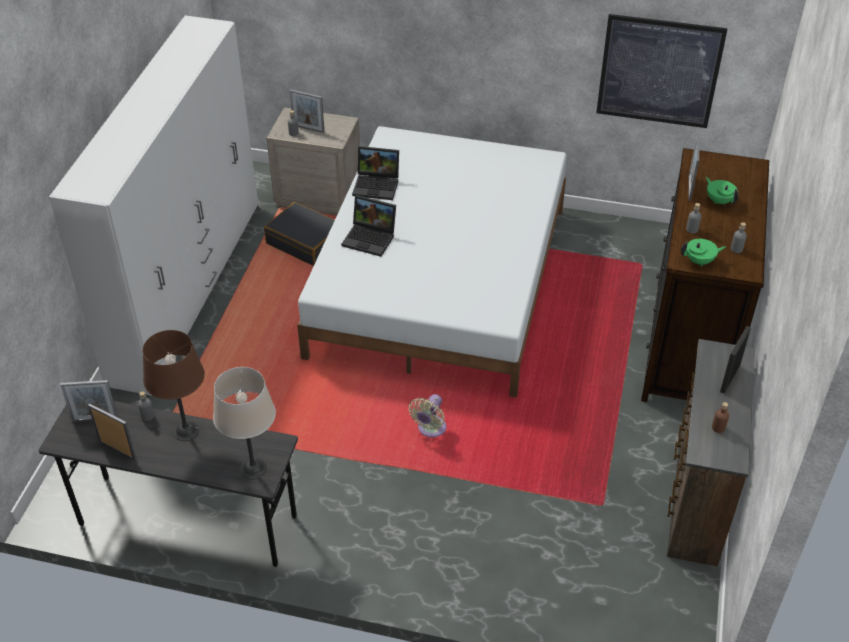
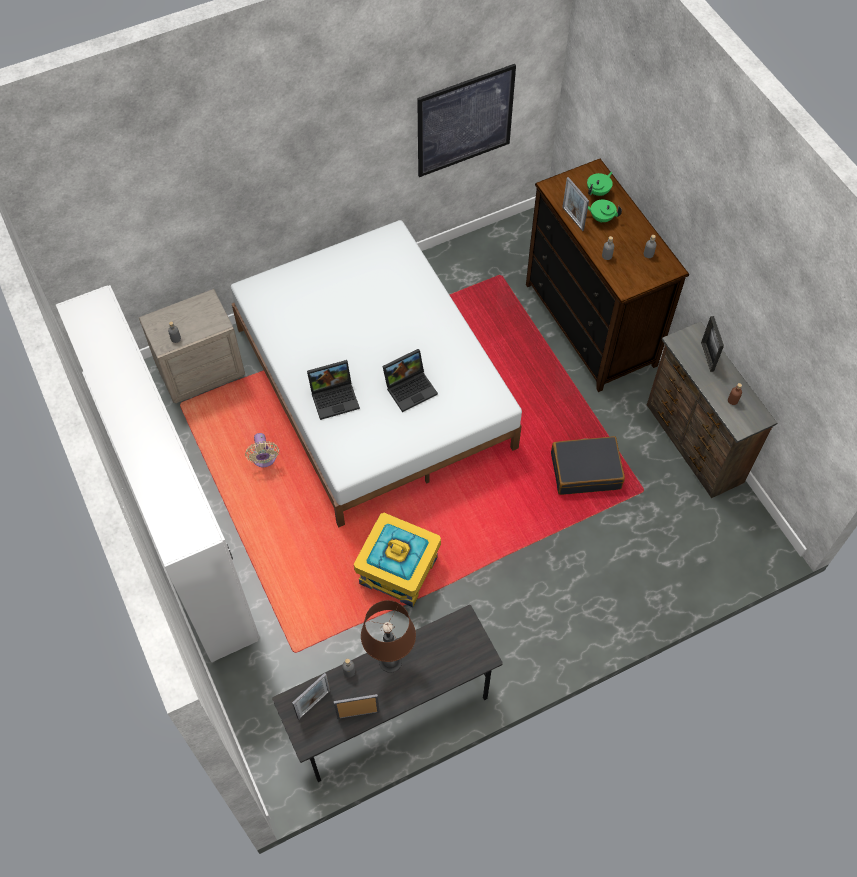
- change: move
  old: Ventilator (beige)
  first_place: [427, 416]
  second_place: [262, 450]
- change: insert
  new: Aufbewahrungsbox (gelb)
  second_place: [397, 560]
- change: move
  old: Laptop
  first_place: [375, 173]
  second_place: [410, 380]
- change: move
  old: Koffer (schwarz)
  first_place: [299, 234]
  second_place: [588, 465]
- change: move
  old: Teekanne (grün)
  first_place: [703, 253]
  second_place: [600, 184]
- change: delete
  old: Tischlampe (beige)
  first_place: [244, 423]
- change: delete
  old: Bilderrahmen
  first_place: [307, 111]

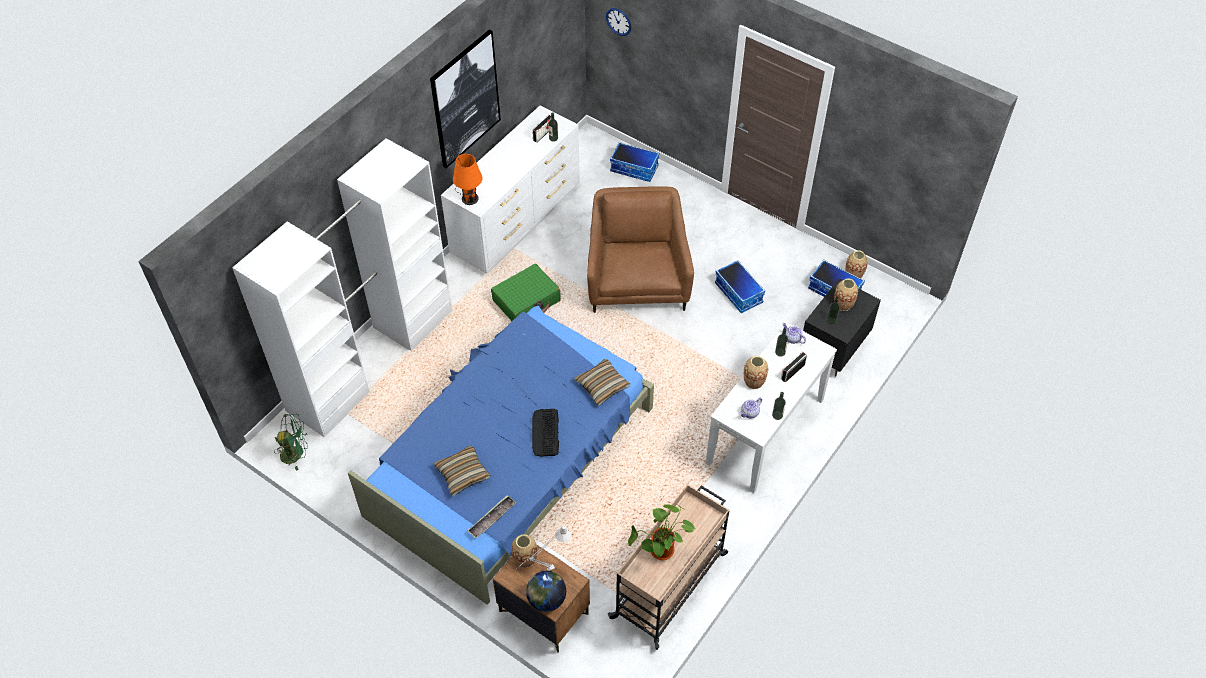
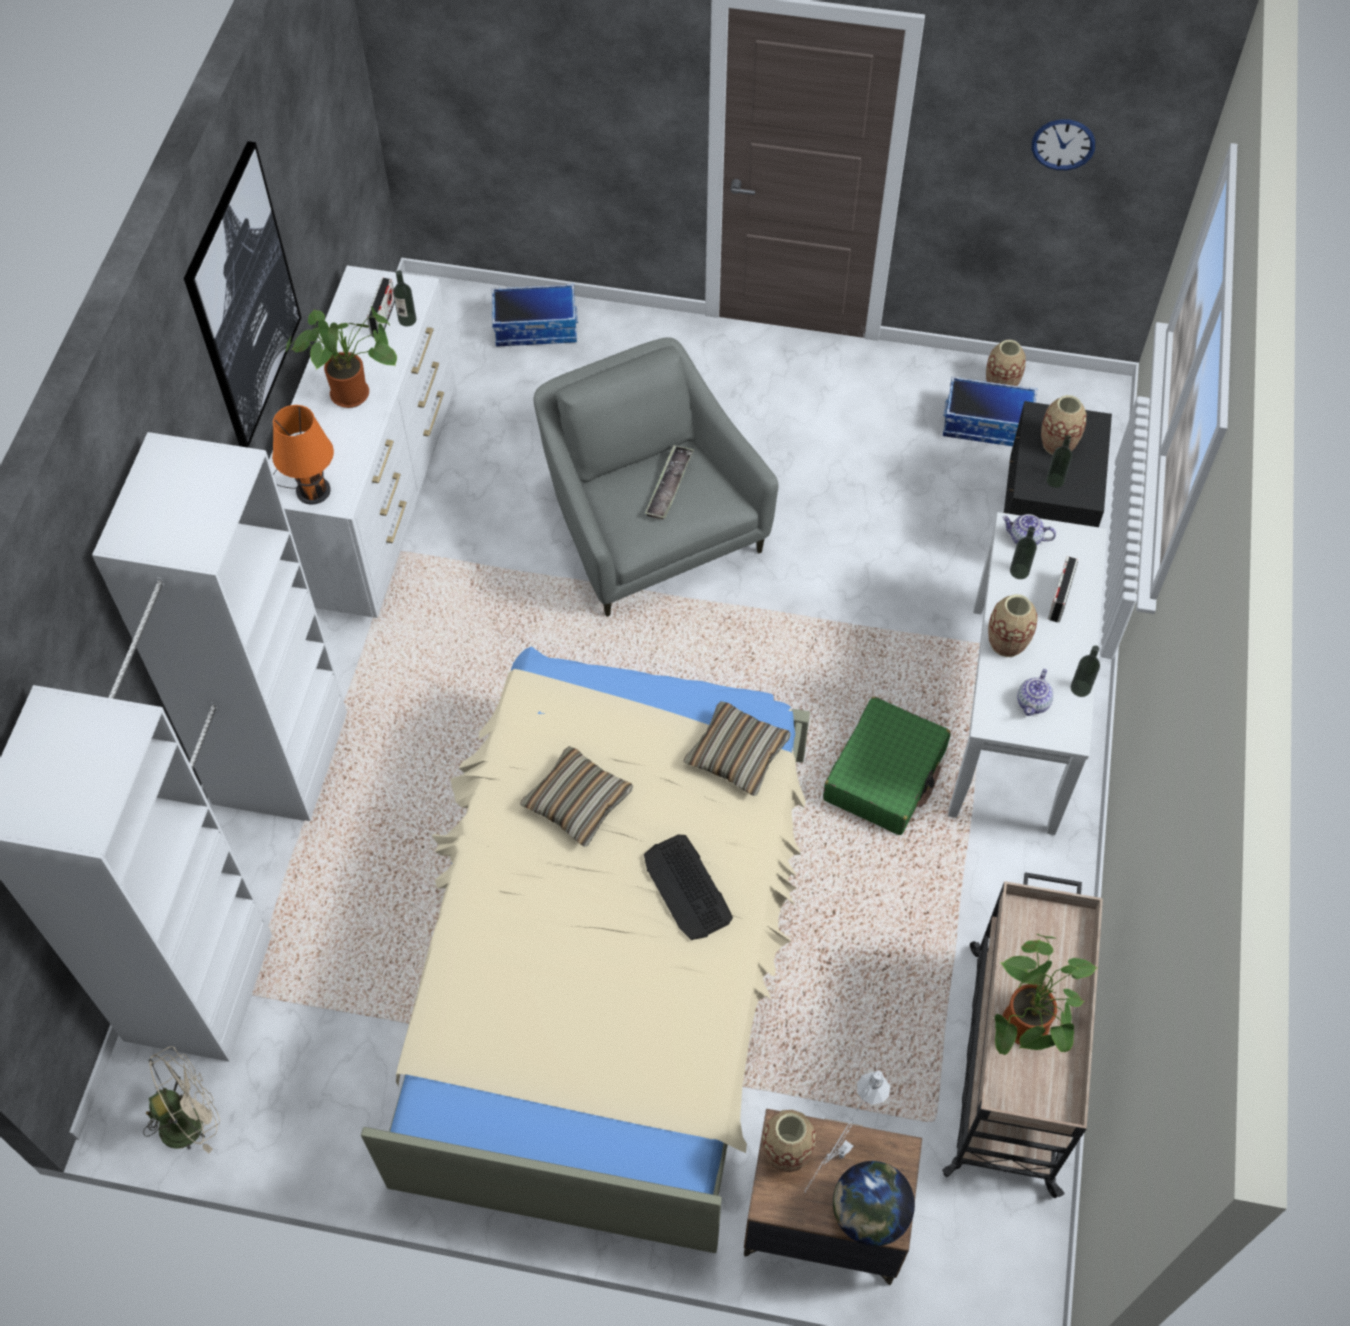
- change: recolor
  old: Ventilator (grün)
  new: Ventilator (beige)
  first_place: [291, 442]
  second_place: [181, 1099]
- change: insert
  new: Topfpflanze
  second_place: [341, 357]
- change: recolor
  old: Bett (blau)
  new: Bett (beige)
  first_place: [501, 455]
  second_place: [585, 949]
- change: move
  old: Kissen
  first_place: [462, 470]
  second_place: [576, 796]
- change: recolor
  old: Sessel (braun)
  new: Sessel (grau)
  first_place: [640, 249]
  second_place: [656, 477]
- change: move
  old: Tablett
  first_place: [491, 516]
  second_place: [669, 482]
- change: move
  old: Koffer (grün)
  first_place: [526, 292]
  second_place: [886, 766]
- change: move
  old: Wanduhr
  first_place: [618, 22]
  second_place: [1063, 144]
- change: delete
  old: Aufbewahrungsbox
  first_place: [740, 286]

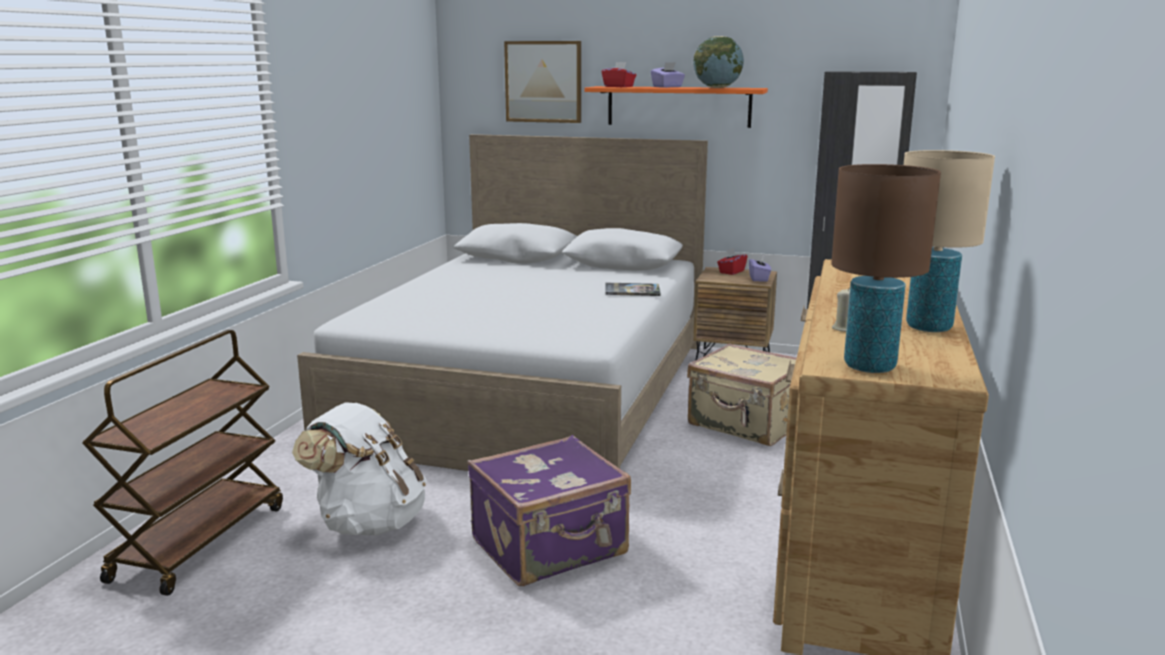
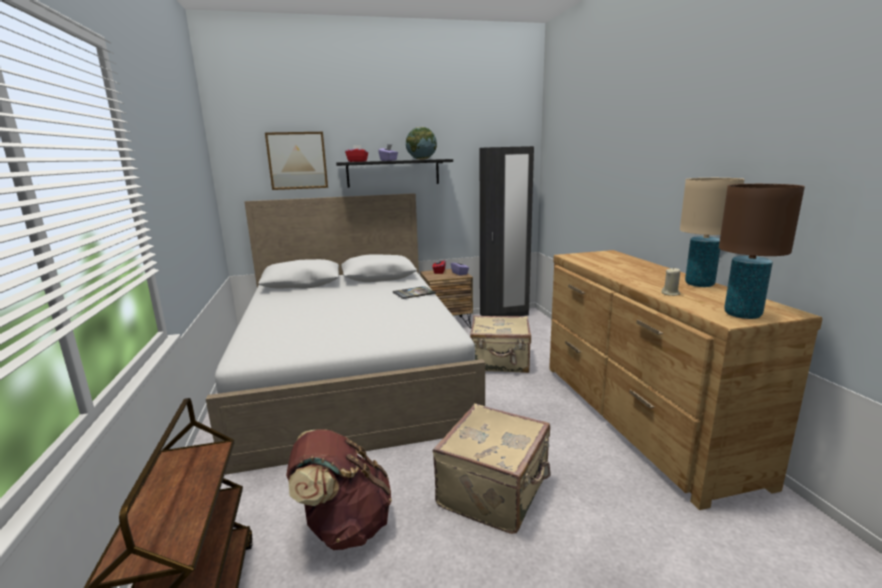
- change: recolor
  old: Rucksack (weiß)
  new: Rucksack (braun)
  first_place: [359, 468]
  second_place: [339, 489]
- change: recolor
  old: Wandregal (orange)
  new: Wandregal (schwarz)
  first_place: [676, 107]
  second_place: [394, 173]
- change: recolor
  old: Koffer (lila)
  new: Koffer (beige)
  first_place: [549, 510]
  second_place: [491, 469]

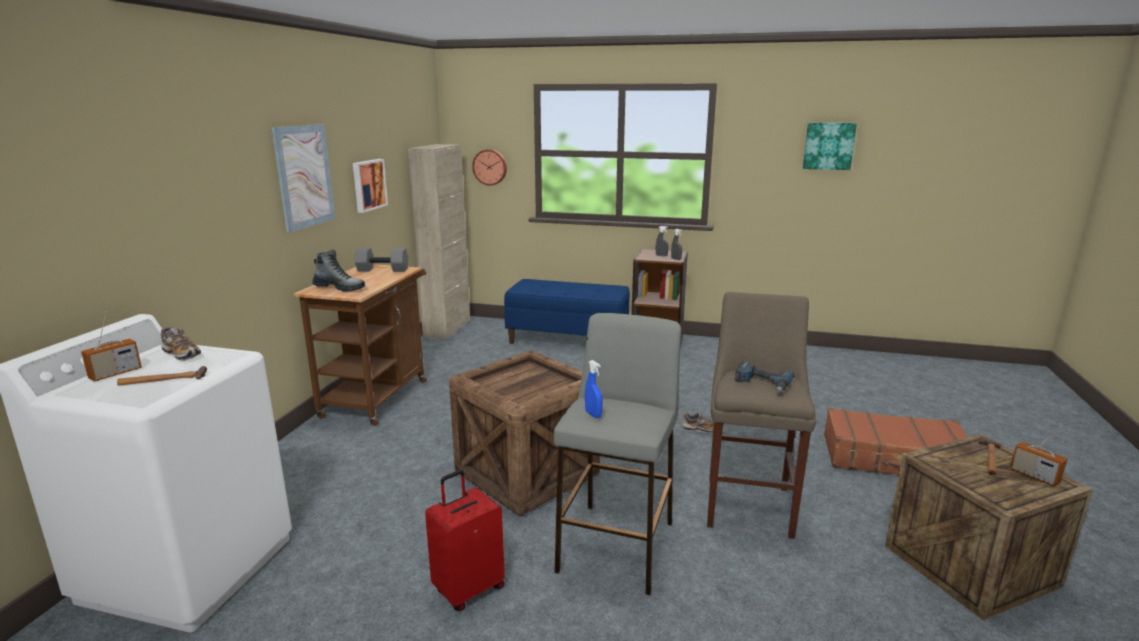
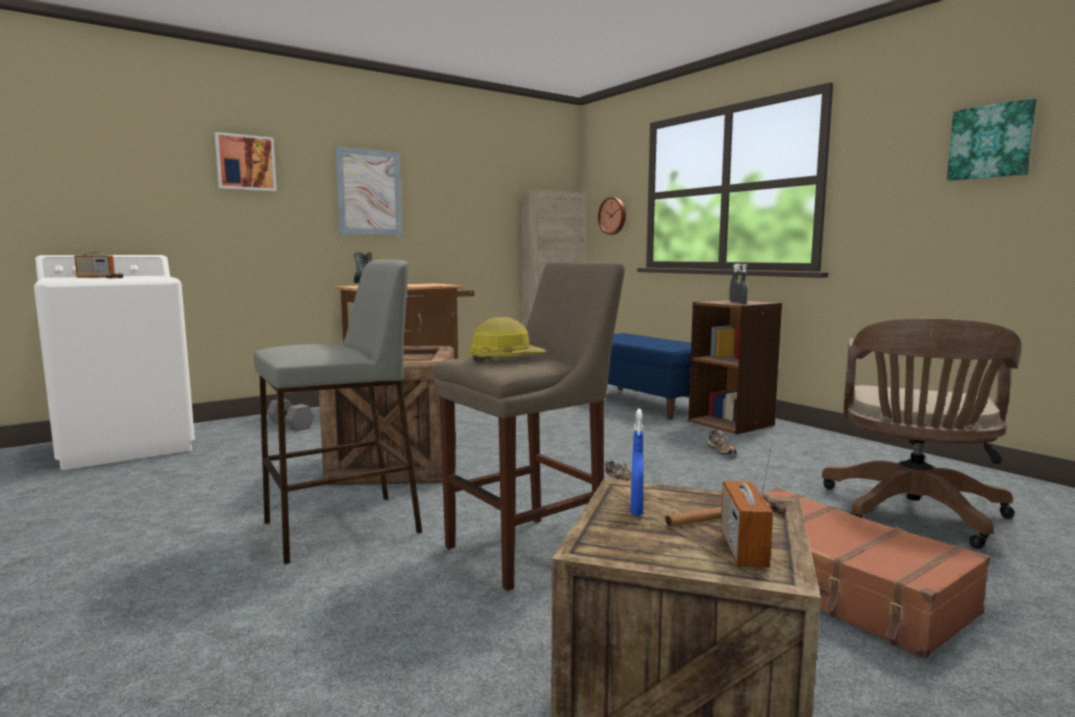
- change: move
  old: Bild
  first_place: [370, 186]
  second_place: [246, 161]
- change: move
  old: Hantel (grau)
  first_place: [381, 260]
  second_place: [291, 415]
- change: replace
  old: Bohrmaschine
  new: Schutzhelm
  first_place: [764, 377]
  second_place: [507, 339]
- change: move
  old: Sprühflasche (blau)
  first_place: [594, 389]
  second_place: [637, 462]
- change: move
  old: Schuh
  first_place: [181, 344]
  second_place: [722, 442]
- change: insert
  new: Bürostuhl (braun)
  second_place: [922, 433]
- change: delete
  old: Koffer (rot)
  first_place: [465, 540]

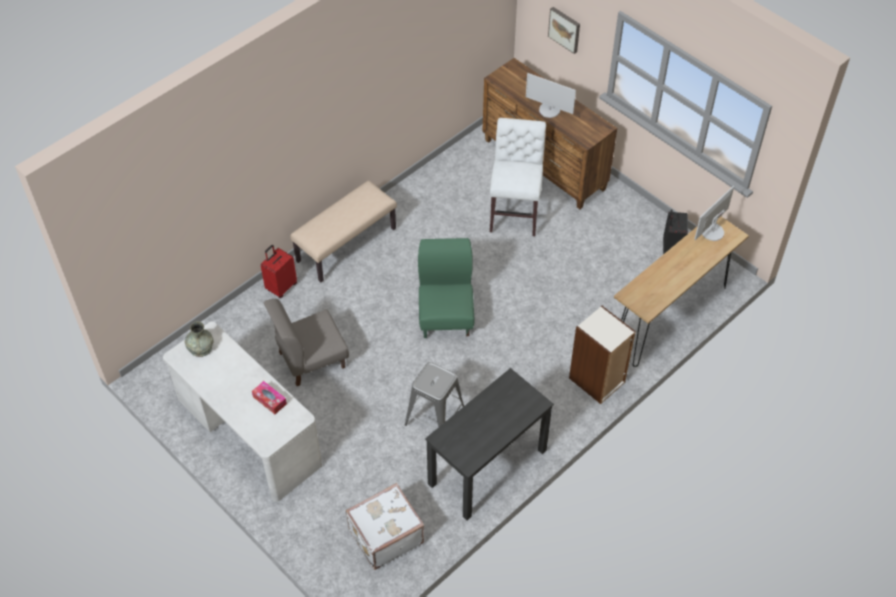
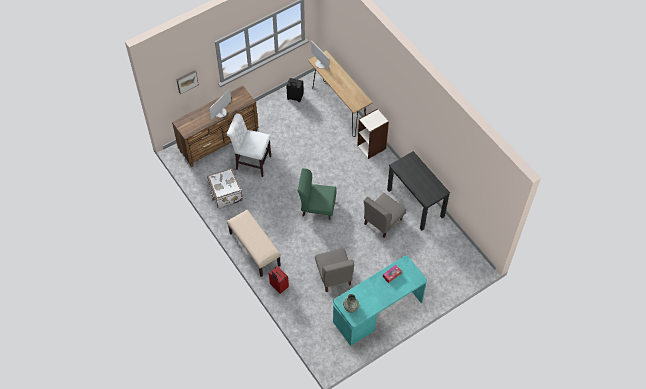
- change: move
  old: Koffer (weiß)
  first_place: [385, 526]
  second_place: [225, 188]
- change: recolor
  old: Schreibtisch (weiß)
  new: Schreibtisch (türkis)
  first_place: [242, 411]
  second_place: [380, 300]
- change: replace
  old: Hocker (grau)
  new: Stuhl (grau)
  first_place: [434, 395]
  second_place: [385, 215]

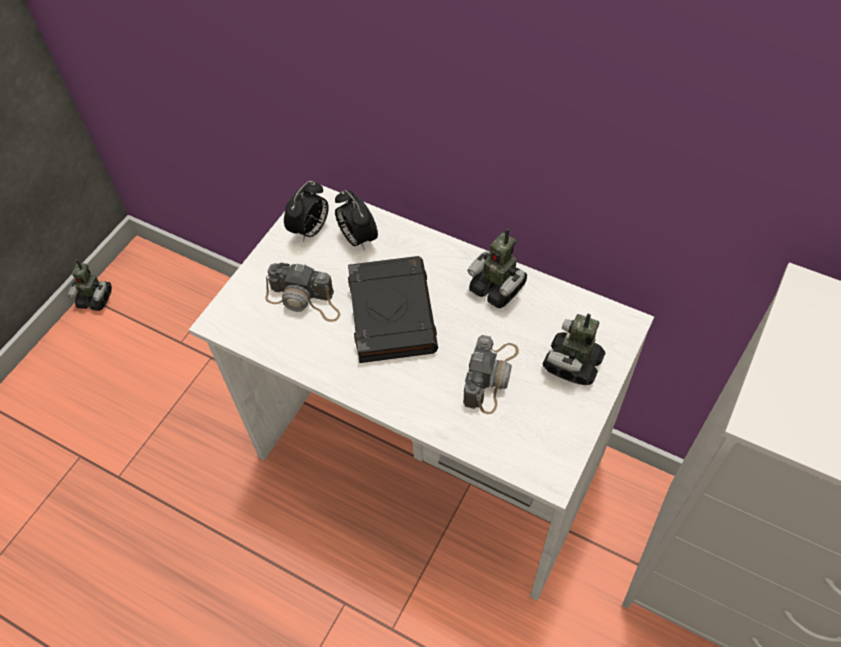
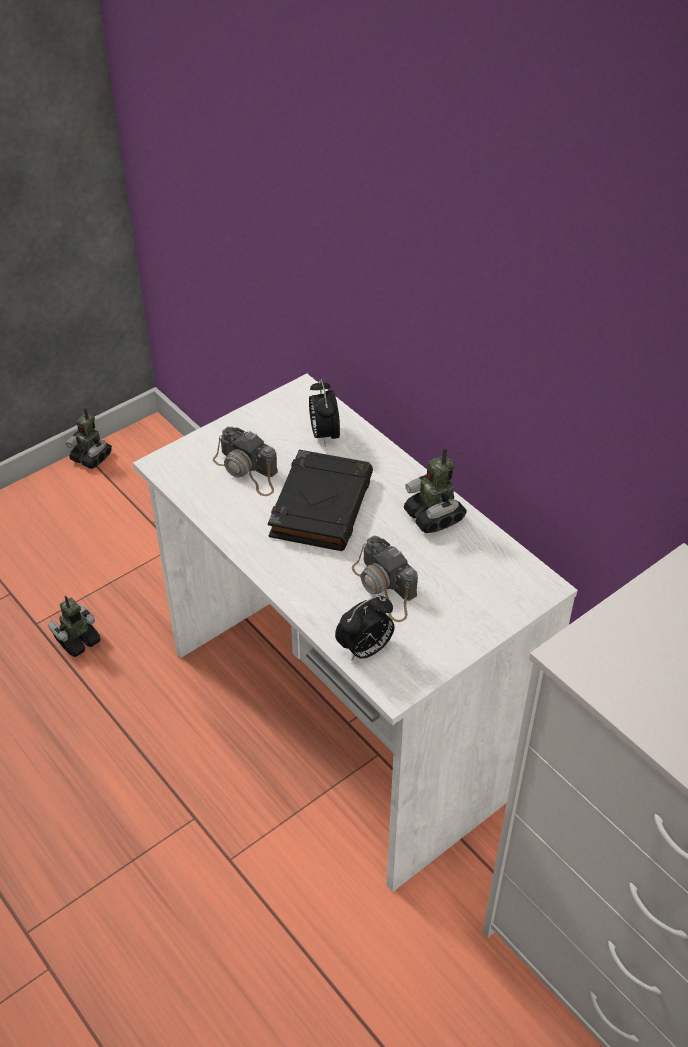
- change: move
  old: Spielzeugroboter
  first_place: [574, 349]
  second_place: [74, 626]
- change: move
  old: Wecker
  first_place: [306, 211]
  second_place: [364, 628]
- change: rotate
  old: Kamera
  first_place: [491, 374]
  second_place: [385, 579]
  degrees: 105

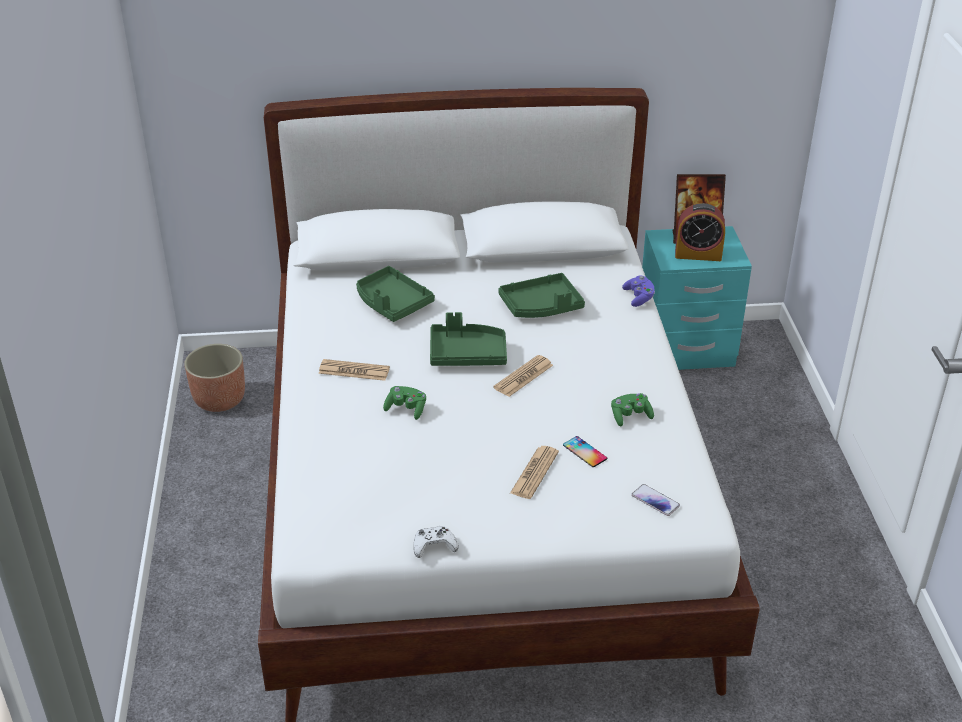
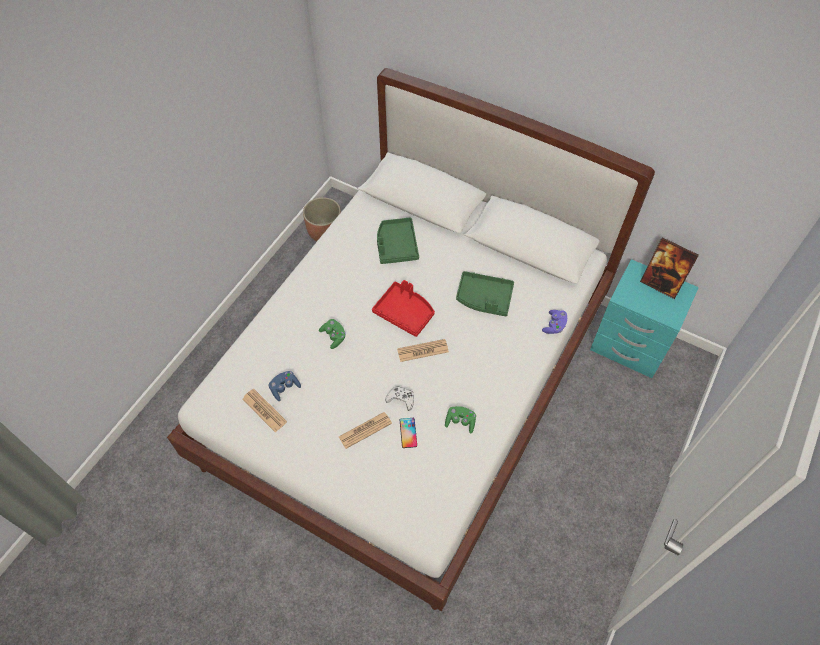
- change: move
  old: Zeitung
  first_place: [354, 370]
  second_place: [264, 410]
- change: insert
  new: Gamepad (blau)
  second_place: [285, 386]
- change: recolor
  old: Tablett (grün)
  new: Tablett (rot)
  first_place: [468, 339]
  second_place: [403, 308]
- change: move
  old: Gamepad (weiß)
  first_place: [435, 542]
  second_place: [399, 398]
- change: delete
  old: Handy
  first_place: [655, 500]
- change: delete
  old: Wecker
  first_place: [700, 232]

